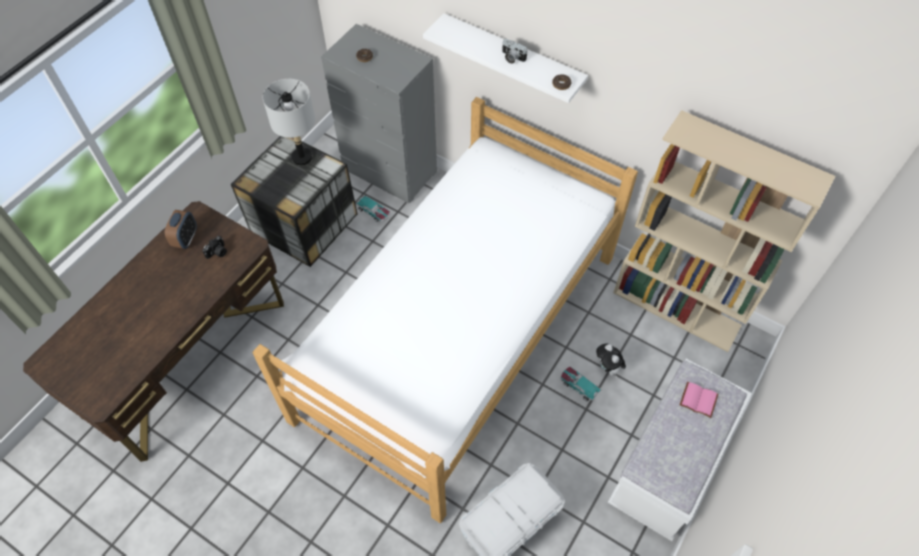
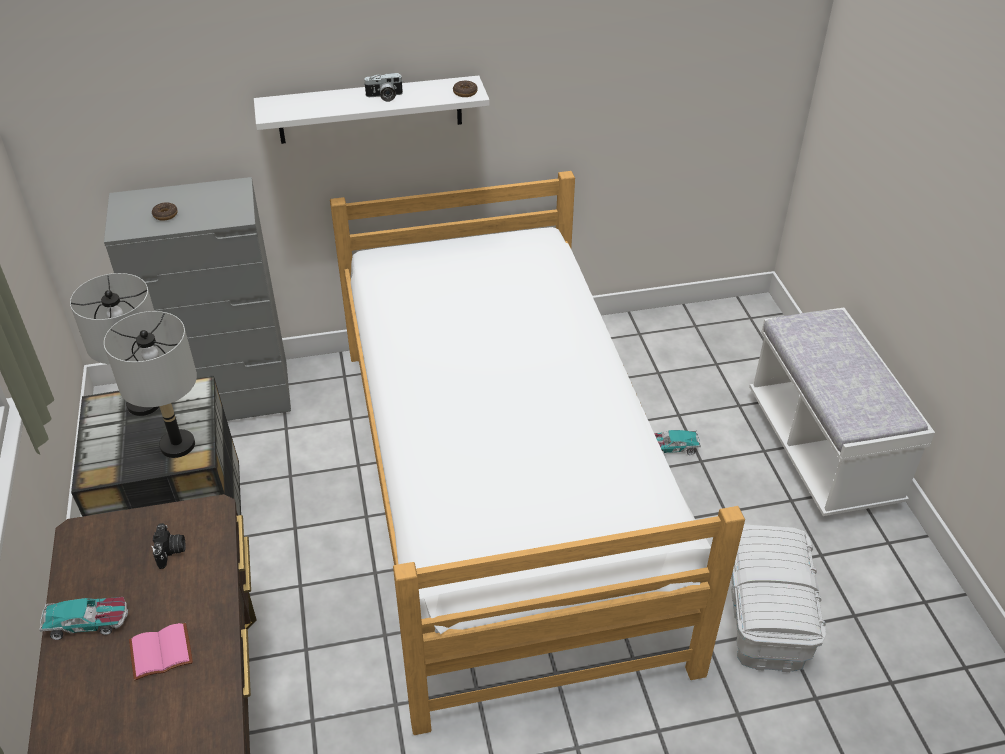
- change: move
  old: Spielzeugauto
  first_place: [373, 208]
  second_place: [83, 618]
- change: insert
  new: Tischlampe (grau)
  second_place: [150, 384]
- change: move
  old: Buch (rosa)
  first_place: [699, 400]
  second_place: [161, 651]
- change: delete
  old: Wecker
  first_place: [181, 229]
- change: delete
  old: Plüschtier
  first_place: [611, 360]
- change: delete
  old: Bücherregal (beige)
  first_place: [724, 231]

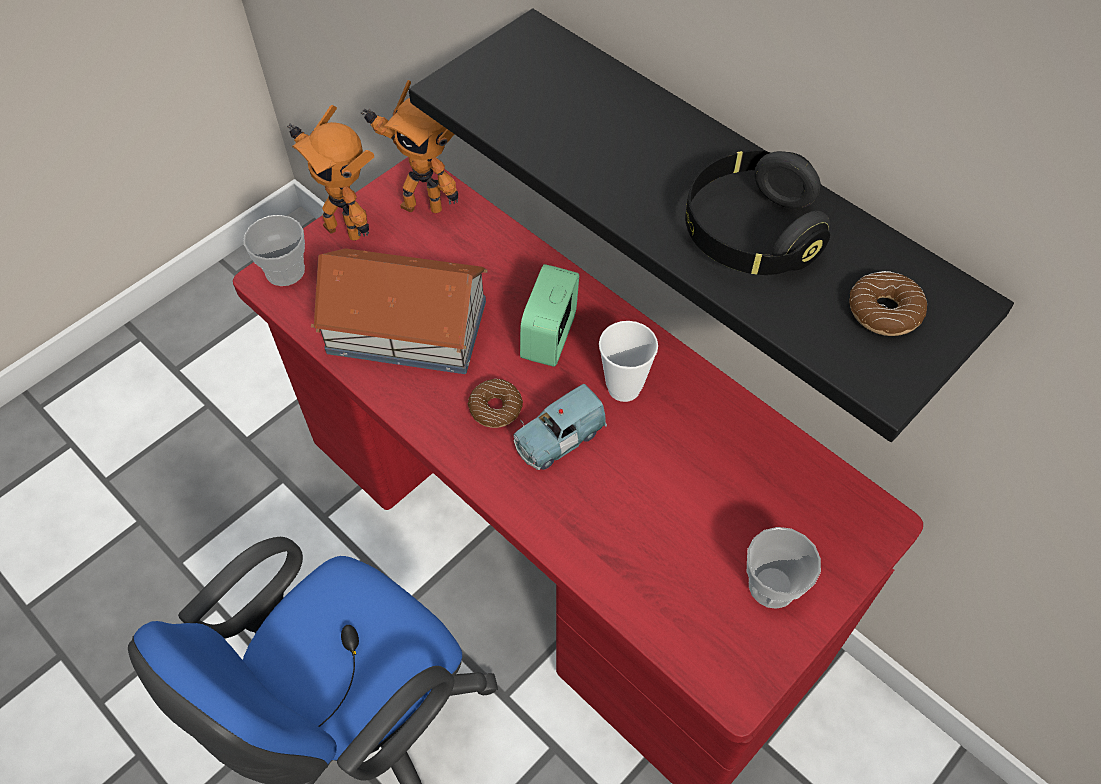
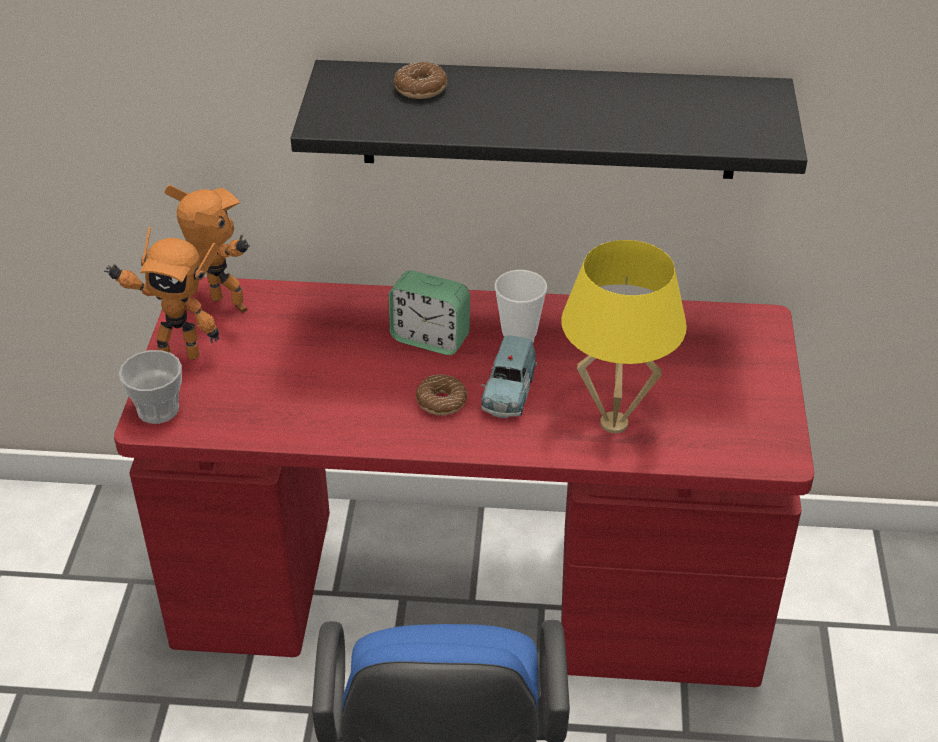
- change: rotate
  old: Spielzeugroboter
  first_place: [409, 146]
  second_place: [207, 249]
  degrees: -120
- change: rotate
  old: Wecker
  first_place: [549, 315]
  second_place: [429, 312]
  degrees: -45
- change: move
  old: Donut
  first_place: [888, 303]
  second_place: [421, 80]
- change: insert
  new: Tischlampe (gelb)
  second_place: [624, 336]
- change: delete
  old: Spielzeughaus
  first_place: [399, 311]
- change: delete
  old: Kopfhörer (schwarz)
  first_place: [757, 212]
- change: delete
  old: Tasse
  first_place: [784, 568]

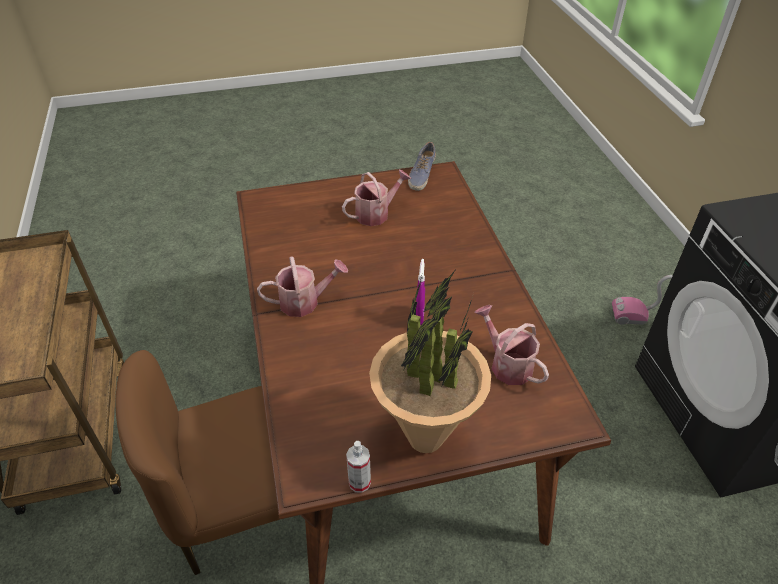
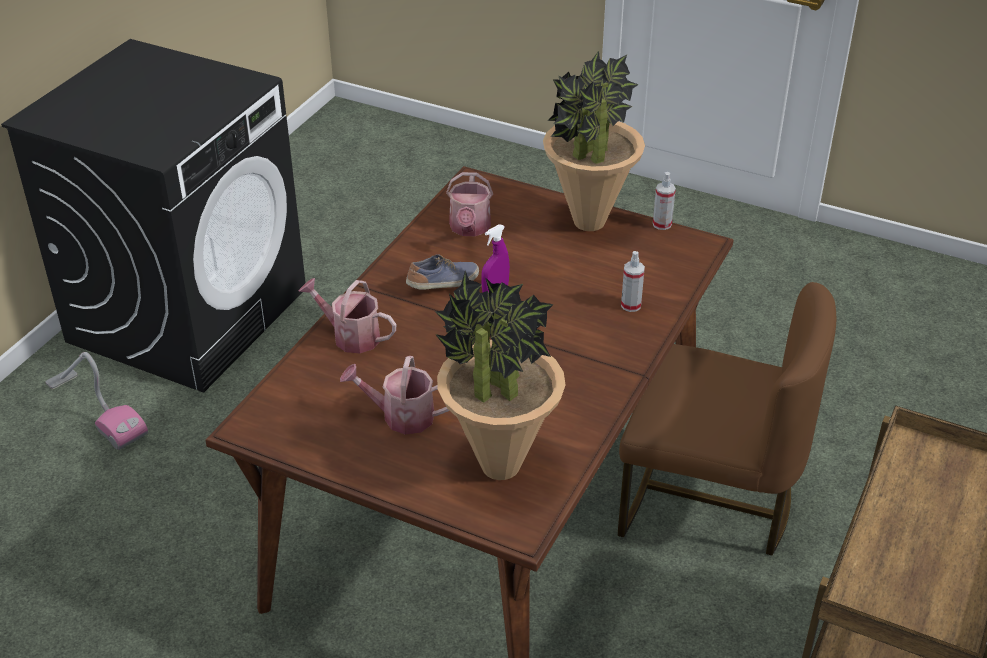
- change: move
  old: Gießkanne
  first_place: [302, 286]
  second_place: [347, 315]
- change: move
  old: Schuh
  first_place: [422, 166]
  second_place: [442, 272]
- change: insert
  new: Topfpflanze
  second_place: [500, 375]
- change: insert
  new: Sprühflasche
  second_place: [633, 281]

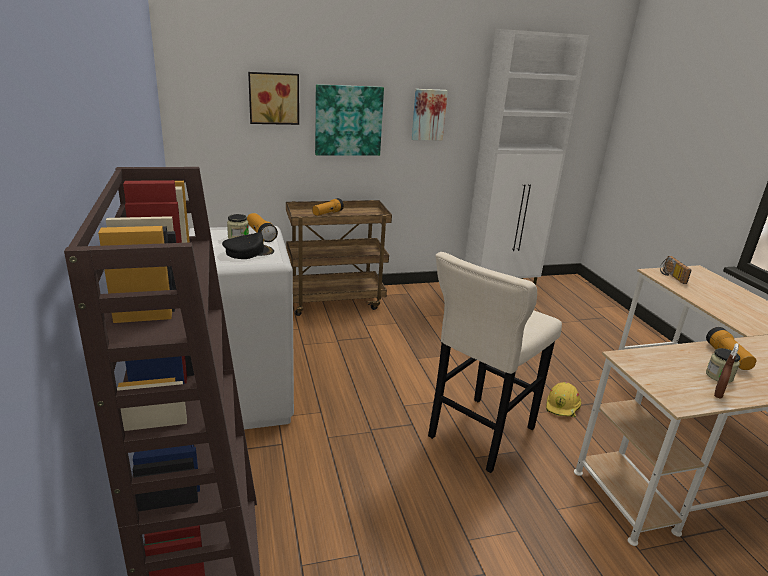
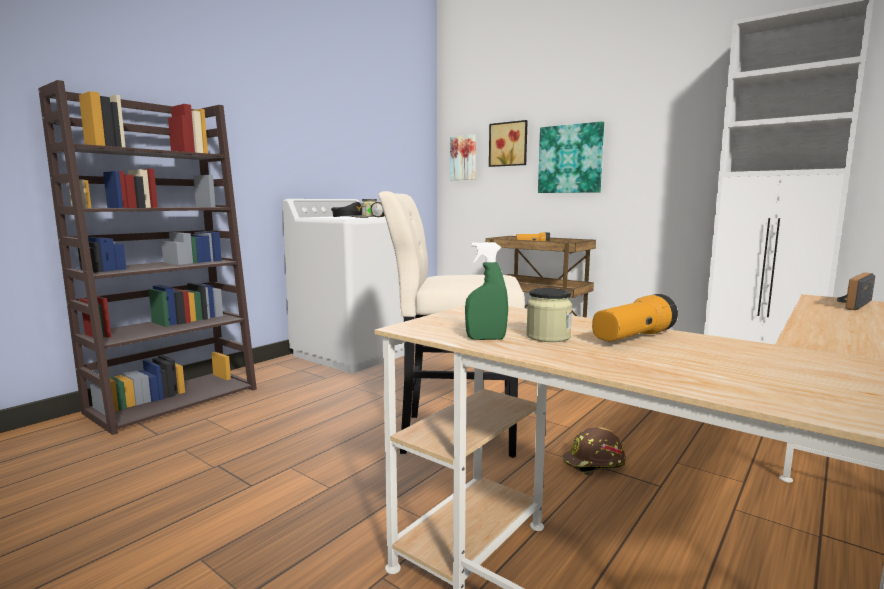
- change: move
  old: Bild
  first_place: [429, 114]
  second_place: [463, 157]
- change: recolor
  old: Sprühflasche (braun)
  new: Sprühflasche (grün)
  first_place: [726, 371]
  second_place: [486, 291]
- change: recolor
  old: Schutzhelm (gelb)
  new: Schutzhelm (braun)
  first_place: [563, 399]
  second_place: [594, 451]

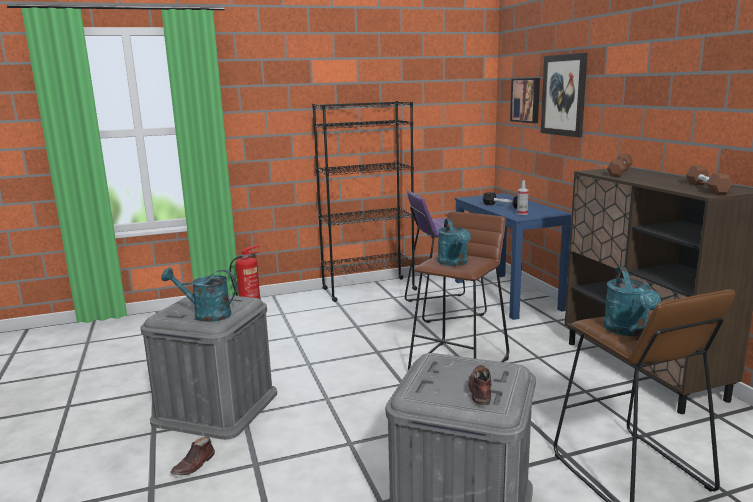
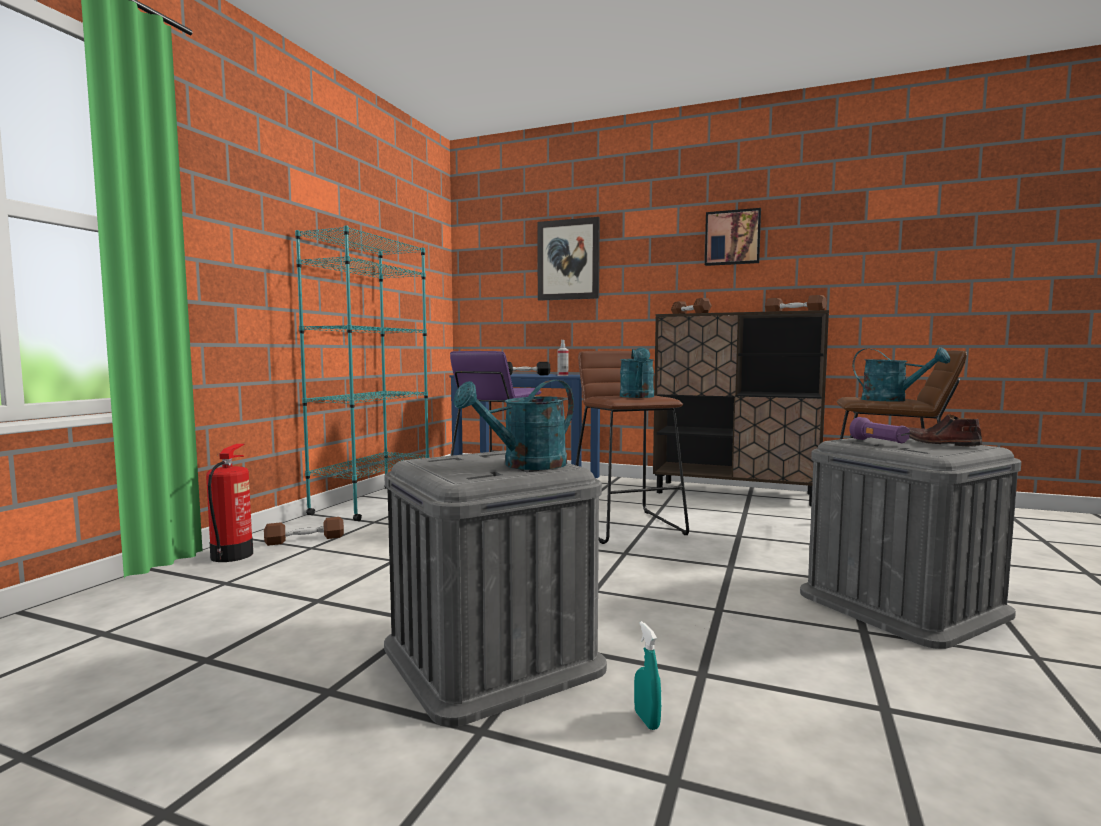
- change: insert
  new: Hantel (braun)
  second_place: [304, 531]
- change: recolor
  old: Bücherregal (schwarz)
  new: Bücherregal (türkis)
  first_place: [364, 201]
  second_place: [362, 373]
- change: rotate
  old: Gießkanne (türkis)
  first_place: [454, 242]
  second_place: [637, 372]
  degrees: 60
- change: replace
  old: Schuh (braun)
  new: Sprühflasche (türkis)
  first_place: [192, 455]
  second_place: [647, 675]
- change: move
  old: Bild
  first_place: [525, 100]
  second_place: [733, 237]
- change: insert
  new: Taschenlampe (lila)
  second_place: [879, 430]

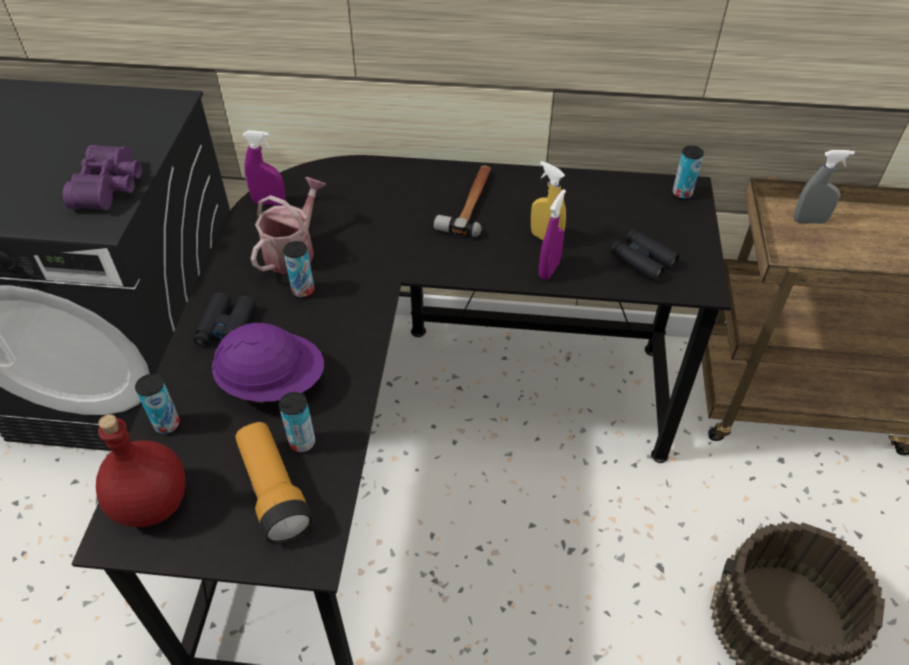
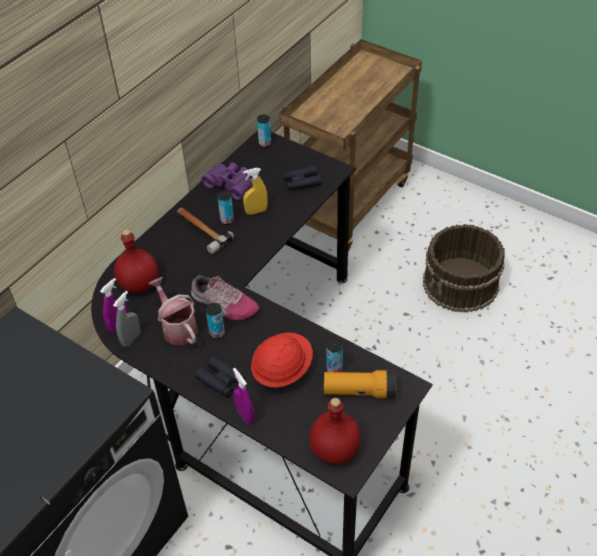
- change: move
  old: Sprühflasche (grau)
  first_place: [824, 187]
  second_place: [126, 319]
- change: insert
  new: Flasche (rot)
  second_place: [136, 261]
- change: insert
  new: Schuh
  second_place: [225, 297]
- change: move
  old: Fernglas (lila)
  first_place: [102, 177]
  second_place: [227, 181]
- change: move
  old: Dose
  first_place: [157, 404]
  second_place: [225, 208]
- change: move
  old: Sprühflasche (lila)
  first_place: [552, 234]
  second_place: [244, 396]
- change: recolor
  old: Schutzhelm (lila)
  new: Schutzhelm (rot)
  first_place: [267, 363]
  second_place: [282, 360]

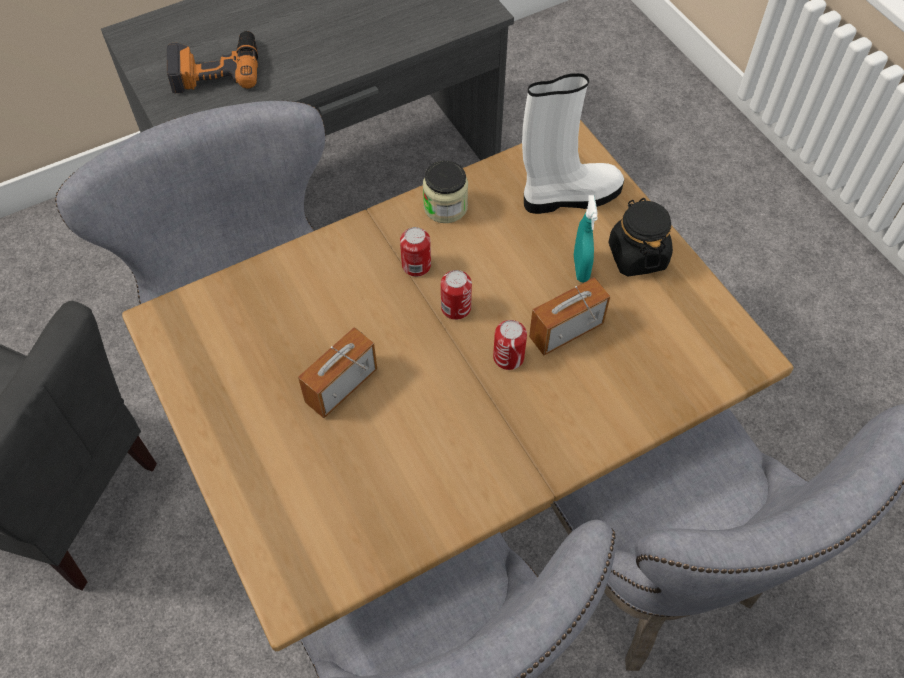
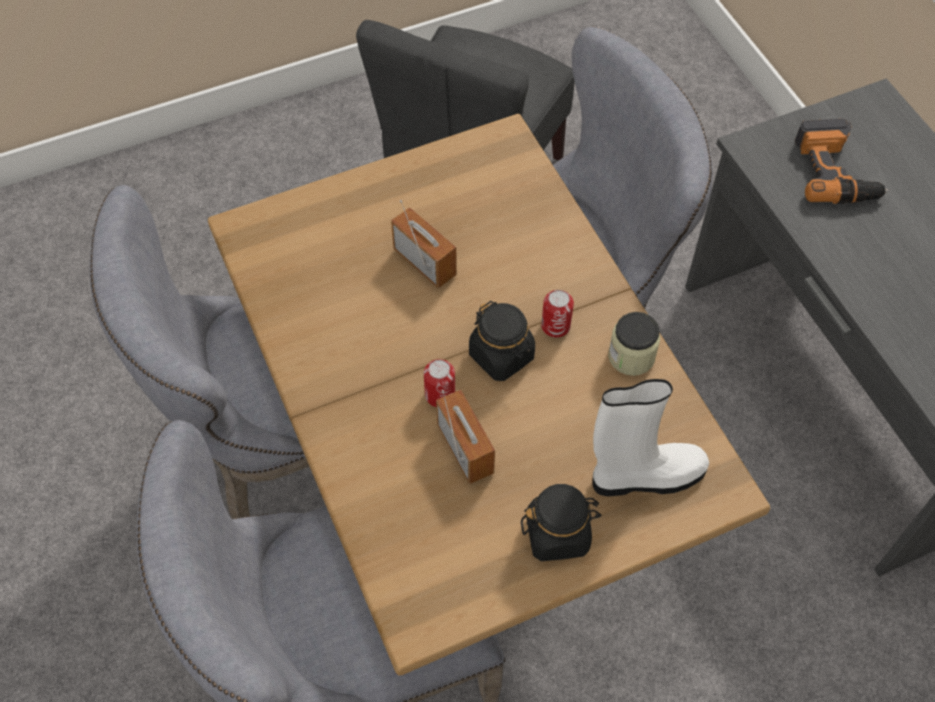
- change: replace
  old: Dose
  new: Vorratsglas (schwarz)
  first_place: [456, 295]
  second_place: [502, 341]
- change: rotate
  old: Stiefel (weiß)
  first_place: [573, 143]
  second_place: [650, 437]
  degrees: -90
- change: delete
  old: Sprühflasche (türkis)
  first_place: [586, 238]

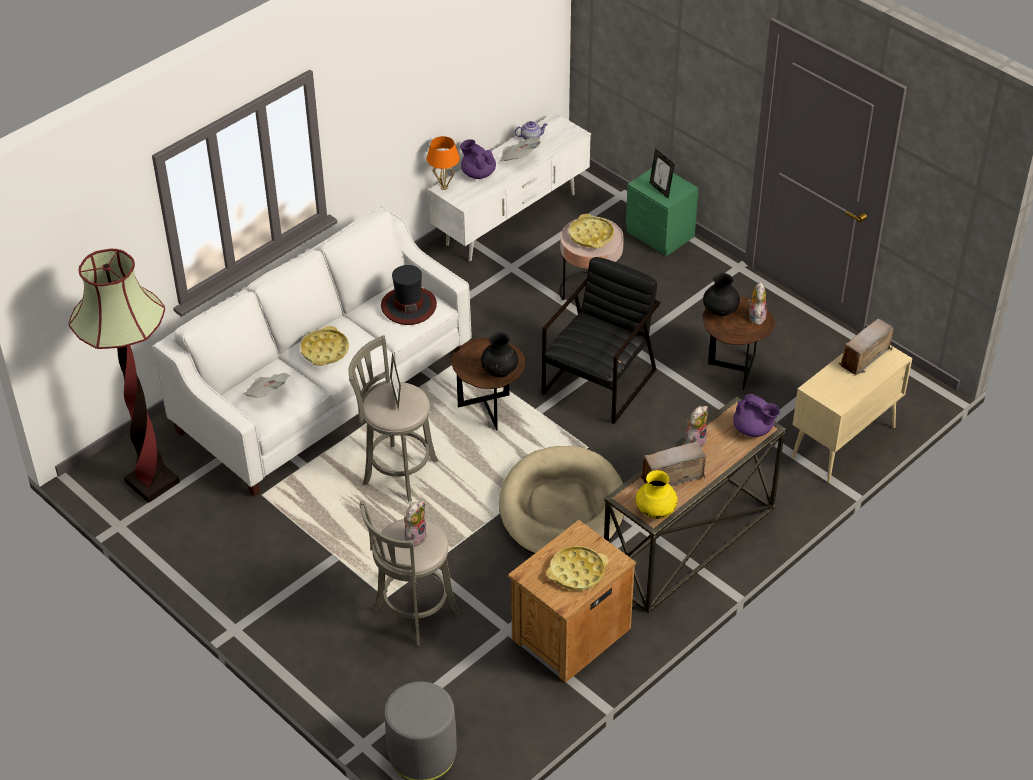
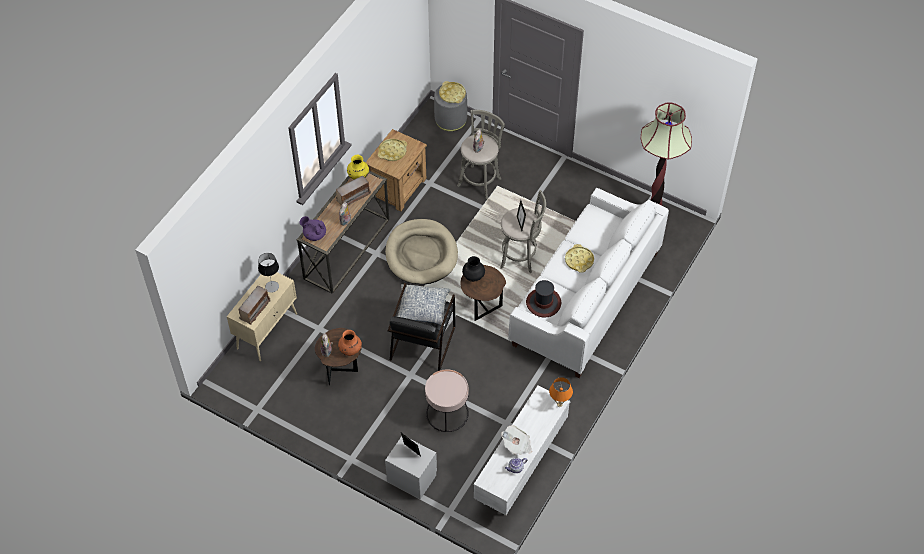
- change: insert
  new: Tischlampe
  second_place: [268, 272]
- change: recolor
  old: Vase (schwarz)
  new: Vase (orange)
  first_place: [721, 294]
  second_place: [350, 343]
- change: recolor
  old: Nachttisch (grün)
  new: Nachttisch (grau)
  first_place: [662, 212]
  second_place: [411, 467]
- change: insert
  new: Kissen
  second_place: [424, 305]
- change: move
  old: Tablett (gelb)
  first_place: [591, 231]
  second_place: [452, 92]
- change: delete
  old: Zeitung
  first_place: [266, 385]
- change: delete
  old: Teekanne (lila)
  first_place: [478, 159]

